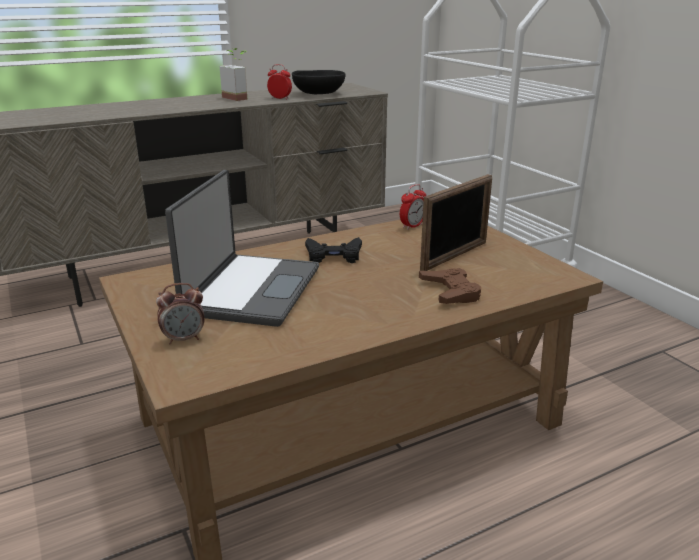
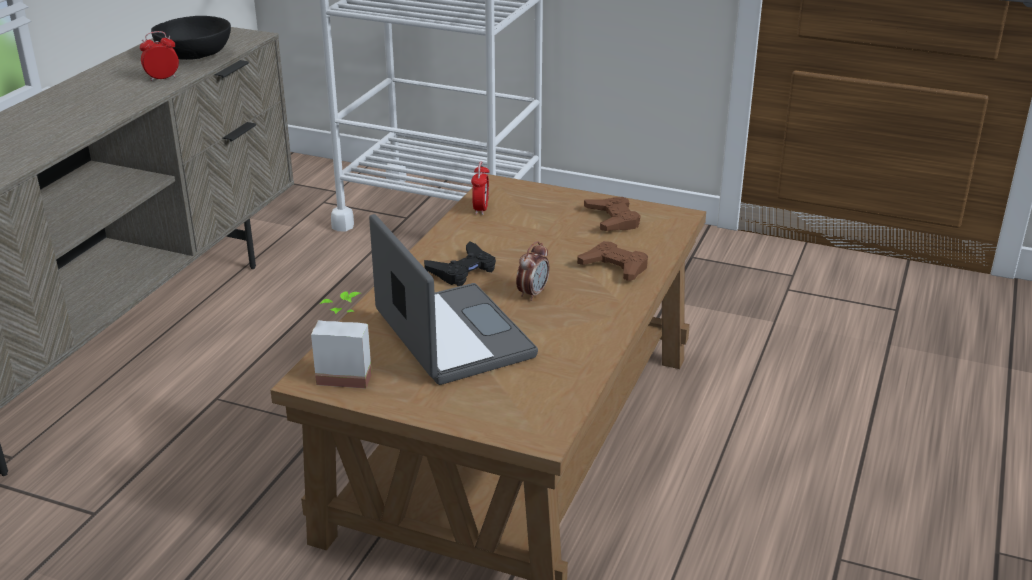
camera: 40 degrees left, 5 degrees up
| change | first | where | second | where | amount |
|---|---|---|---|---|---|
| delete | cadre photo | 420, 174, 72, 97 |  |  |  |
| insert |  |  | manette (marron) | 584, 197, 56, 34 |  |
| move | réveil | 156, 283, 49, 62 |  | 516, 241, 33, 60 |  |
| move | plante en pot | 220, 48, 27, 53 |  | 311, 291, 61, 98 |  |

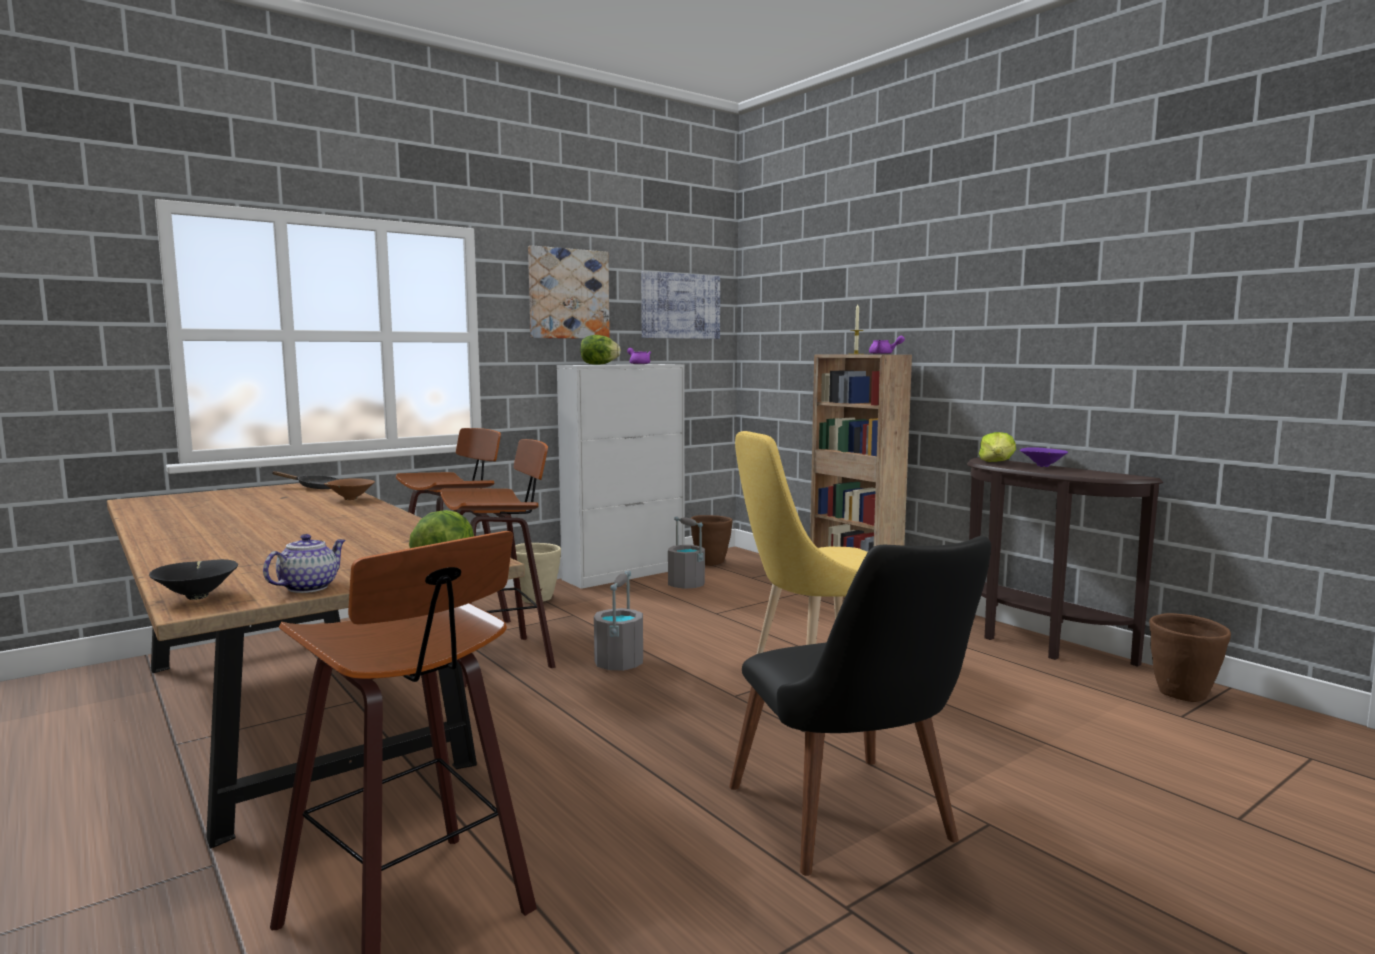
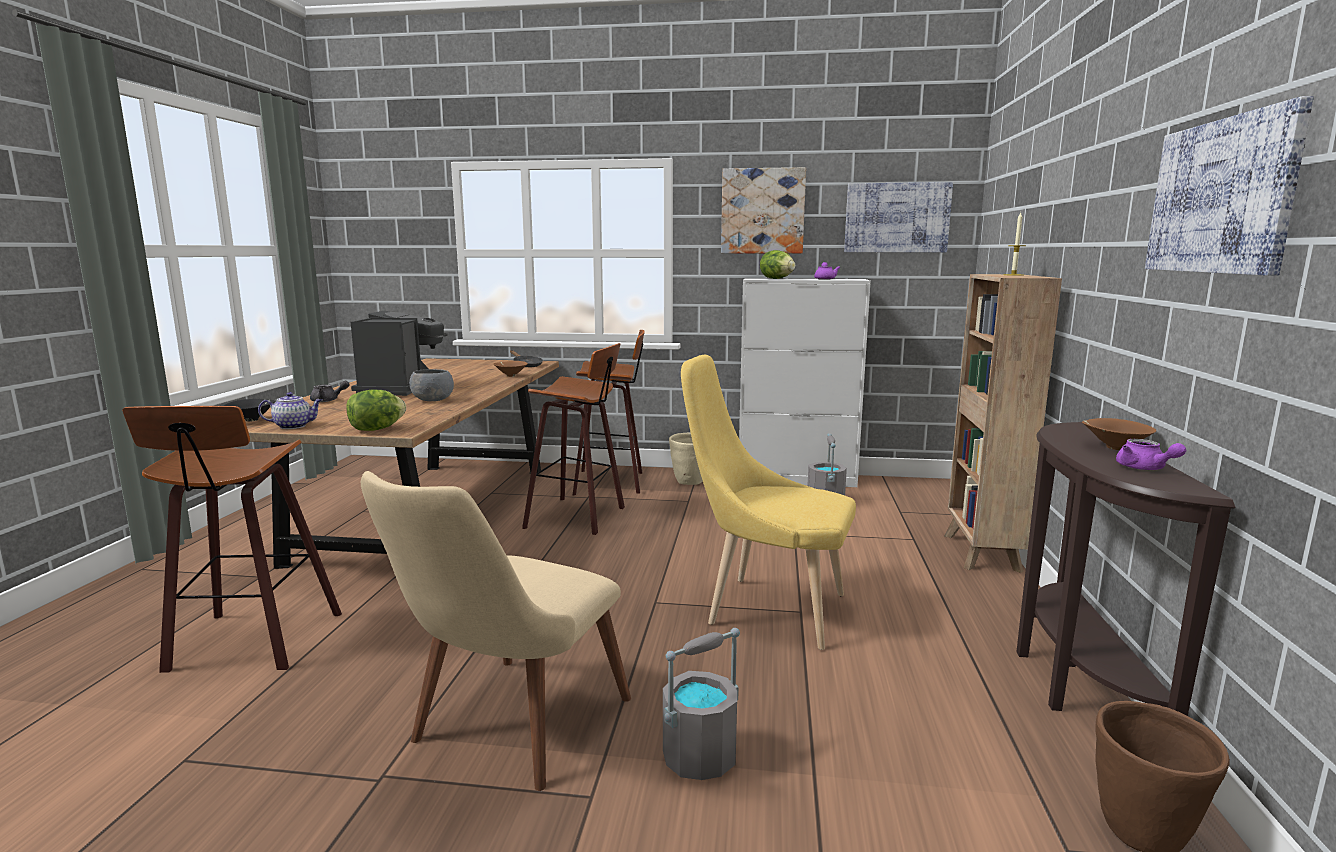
camera: 45 degrees right, 5 degrees up
| change | first | where | second | where | amount |
|---|---|---|---|---|---|
| delete | cache-pot (marron) | 691, 515, 42, 51 |  |  |  |
| delete | laitue | 979, 432, 37, 30 |  |  |  |
| insert |  |  | théière (gris) | 310, 380, 40, 22 |  |
| insert |  |  | machine à café | 351, 310, 97, 86 |  |
| insert |  |  | bol (gris) | 409, 369, 45, 32 |  |
| insert |  |  | tableau | 1145, 96, 169, 180 |  |
| move | seau (gris) | 594, 571, 49, 100 |  | 663, 628, 77, 152 |  |
| move | théière (violet) | 869, 336, 36, 18 |  | 1116, 439, 70, 31 |  |
| recolor | chaise (noir) | 729, 536, 262, 340 | chaise (beige) | 361, 471, 270, 320 |  |
| recolor | bol (violet) | 1020, 447, 48, 20 | bol (marron) | 1082, 418, 74, 32 |  |

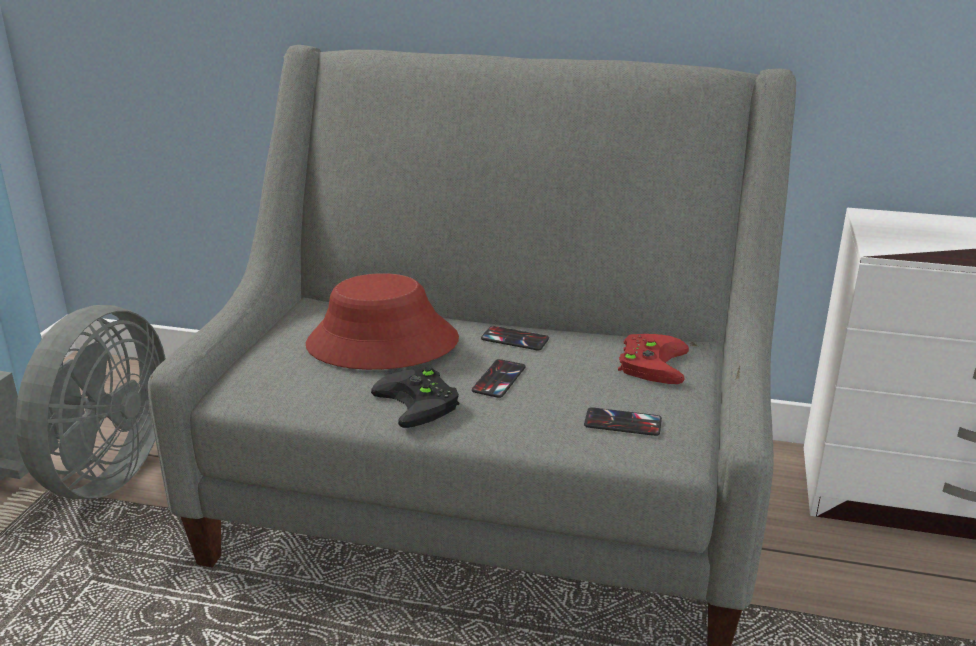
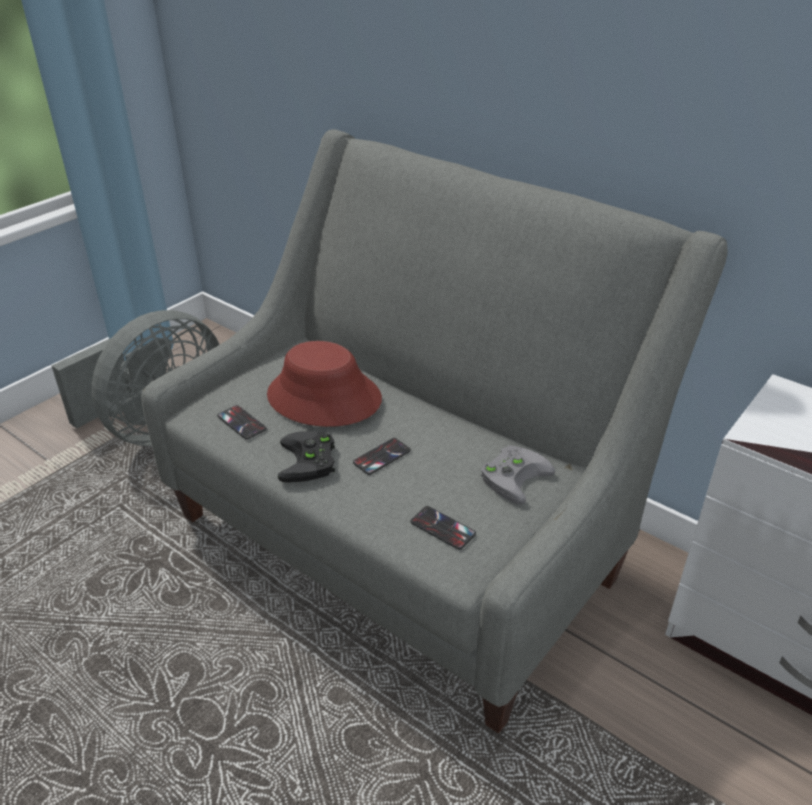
camera: 25 degrees right, 10 degrees up
| change | first | where | second | where | amount |
|---|---|---|---|---|---|
| move | téléphone | 481, 326, 68, 24 |  | 217, 405, 50, 35 |  |
| recolor | manette (rouge) | 618, 334, 71, 50 | manette (gris) | 481, 445, 74, 59 |  |

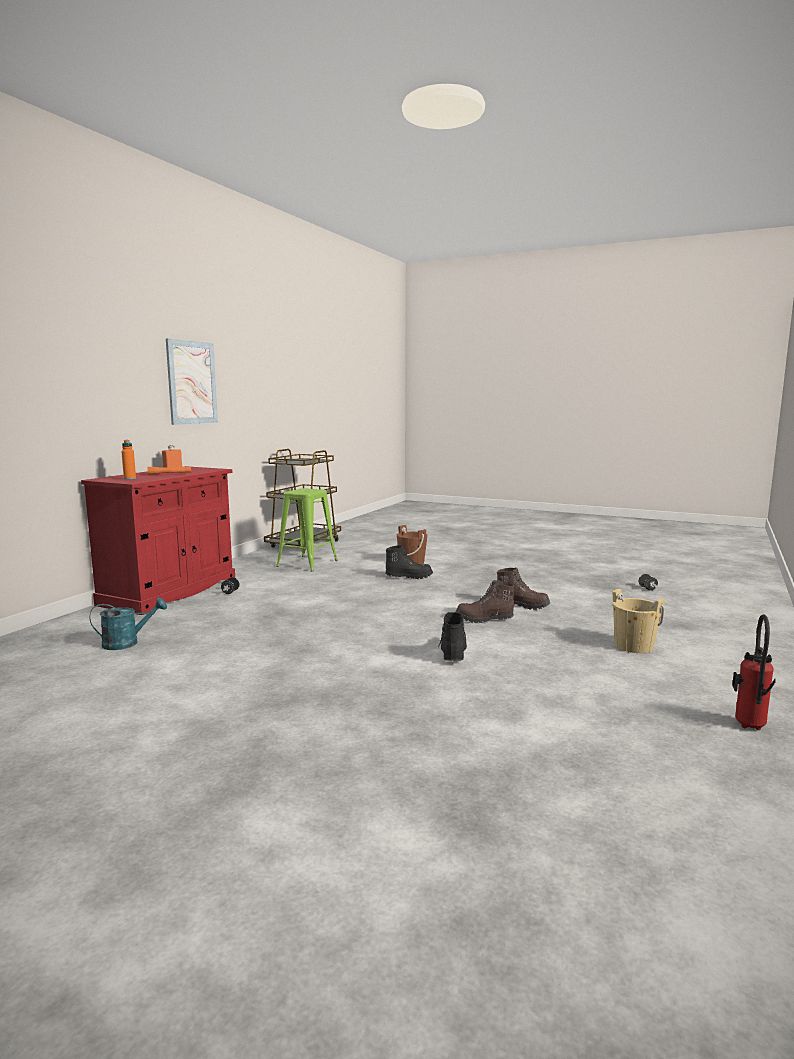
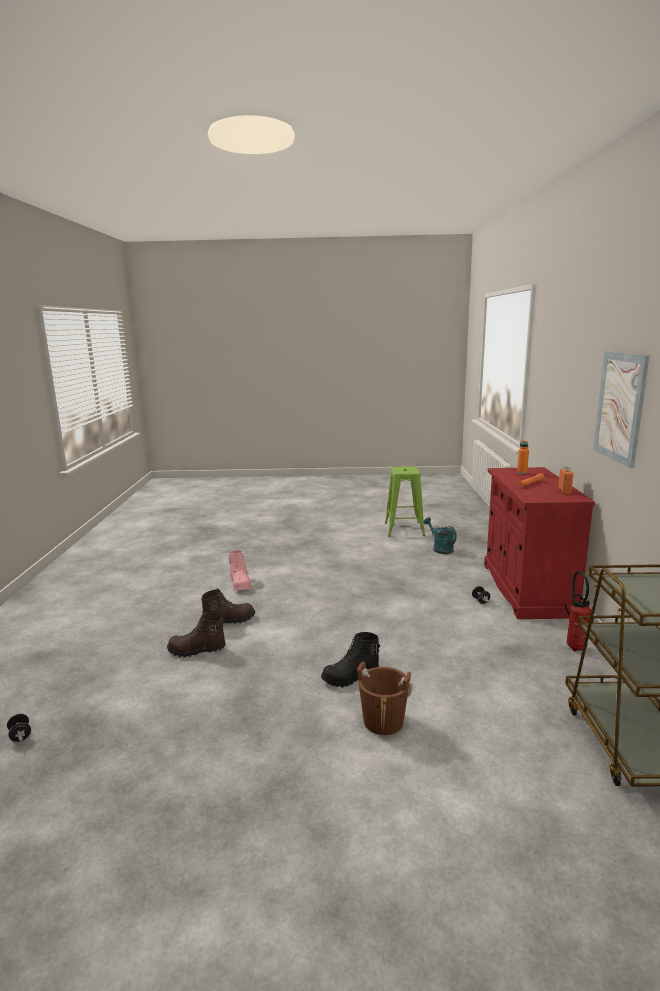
camera: 155 degrees right, 5 degrees up
| change | first | where | second | where | amount |
|---|---|---|---|---|---|
| delete | seau (beige) | 612, 589, 52, 64 |  |  |  |
| move | tabouret (vert) | 276, 488, 62, 84 |  | 385, 466, 40, 71 |  |
| move | extincteur | 732, 615, 44, 115 |  | 565, 571, 29, 81 |  |
| recolor | botte (noir) | 438, 612, 29, 49 | botte (rose) | 229, 550, 22, 41 |  |
| rotate | arrosoir (turquoise) | 90, 597, 77, 53 |  | 424, 517, 33, 37 | 105 degrees clockwise |

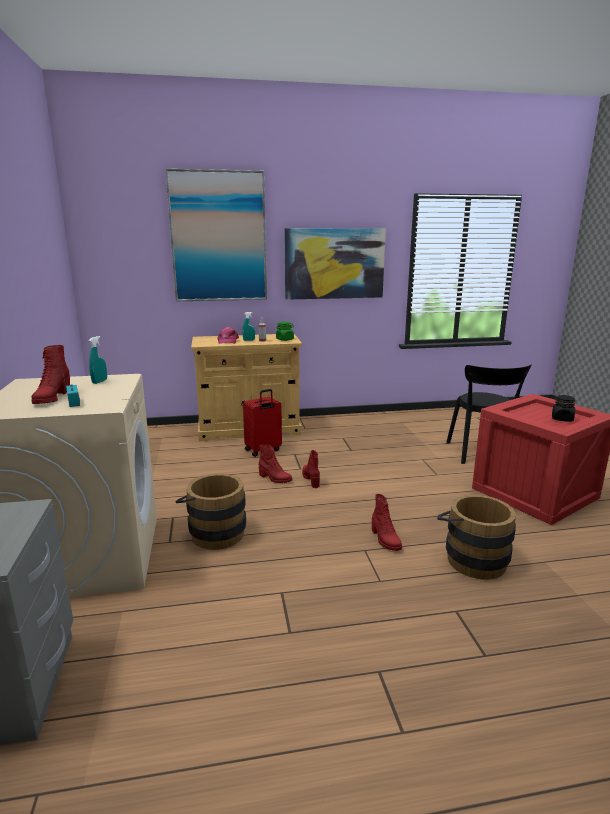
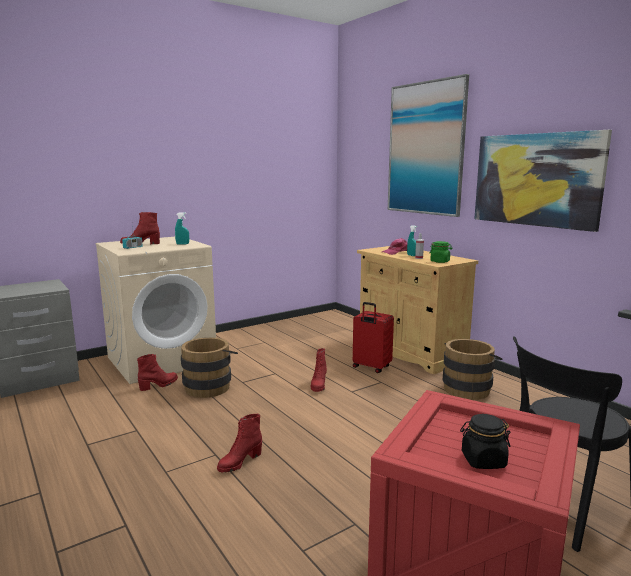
camera: 65 degrees right, 5 degrees down
| change | first | where | second | where | amount |
|---|---|---|---|---|---|
| move | botte (rouge) | 302, 450, 18, 38 |  | 137, 354, 41, 37 |  |
| move | seau (marron) | 437, 495, 79, 84 |  | 443, 339, 59, 61 |  |

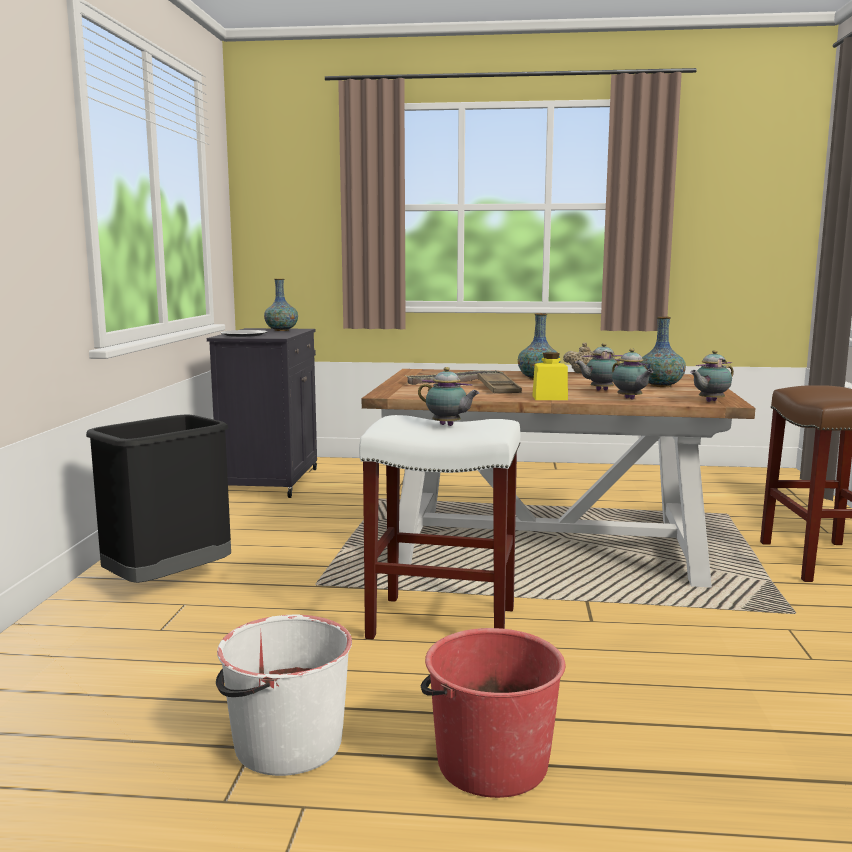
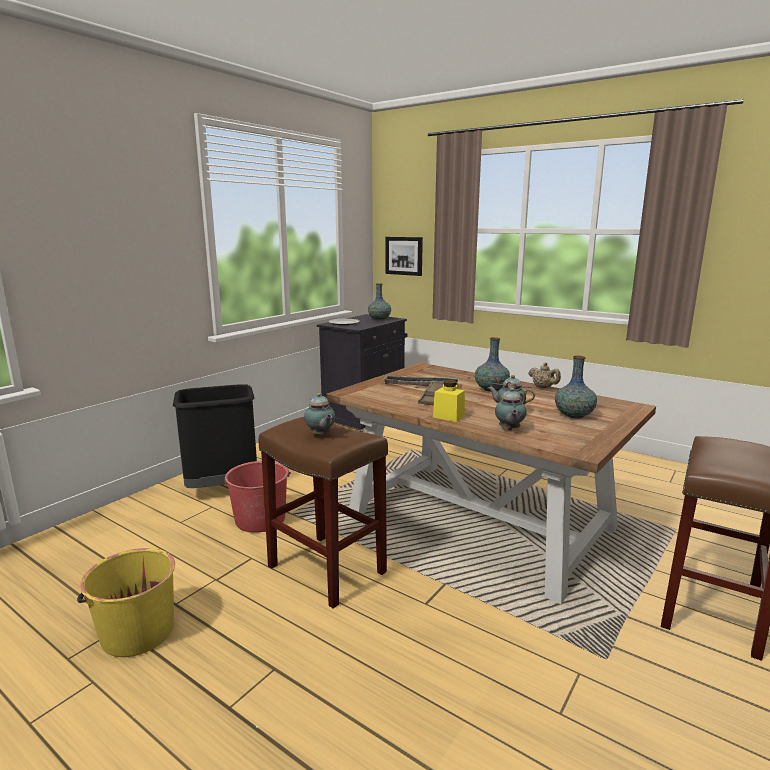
camera: 30 degrees right, 5 degrees up
| change | first | where | second | where | amount |
|---|---|---|---|---|---|
| delete | théière | 690, 350, 44, 52 |  |  |  |
| insert |  |  | tableau | 385, 237, 38, 39 |  |
| move | seau (rouge) | 421, 628, 145, 170 |  | 223, 461, 68, 72 |  |
| recolor | seau (blanc) | 216, 615, 136, 161 | seau (jaune) | 77, 548, 98, 109 |  |
| recolor | tabouret (blanc) | 359, 415, 161, 225 | tabouret (marron) | 258, 417, 130, 192 |  |

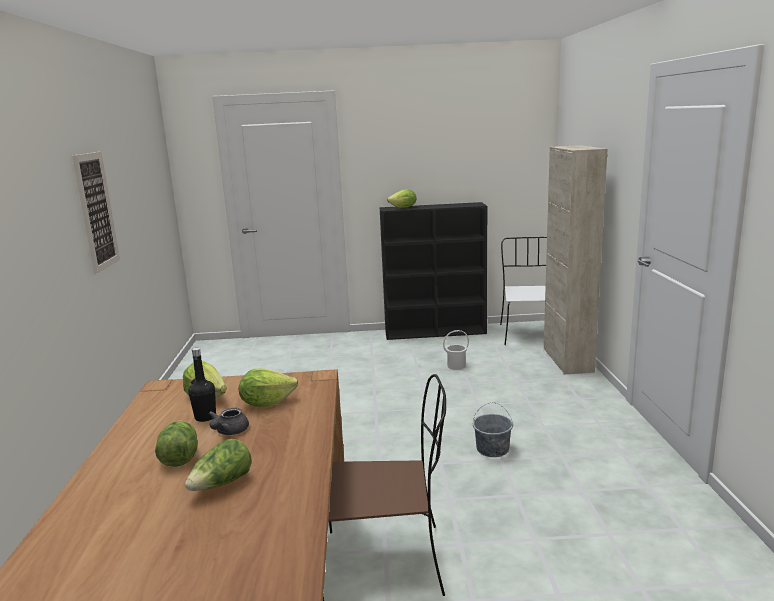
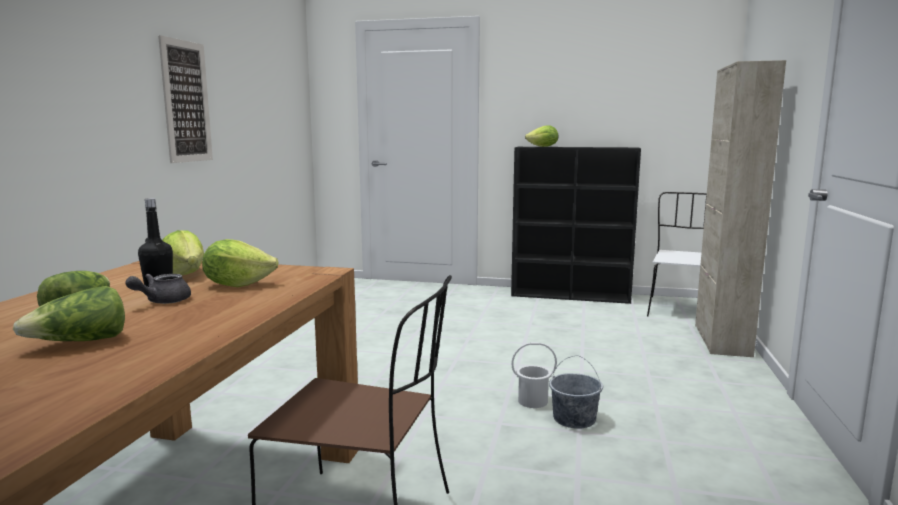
camera: 15 degrees right, 5 degrees down
| change | first | where | second | where | amount |
|---|---|---|---|---|---|
| move | seau (blanc) | 443, 330, 26, 40 |  | 511, 342, 46, 66 |  |

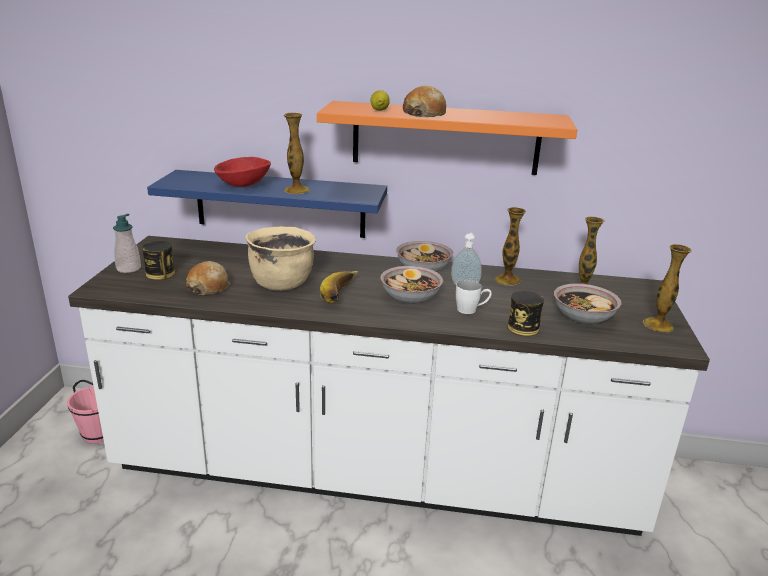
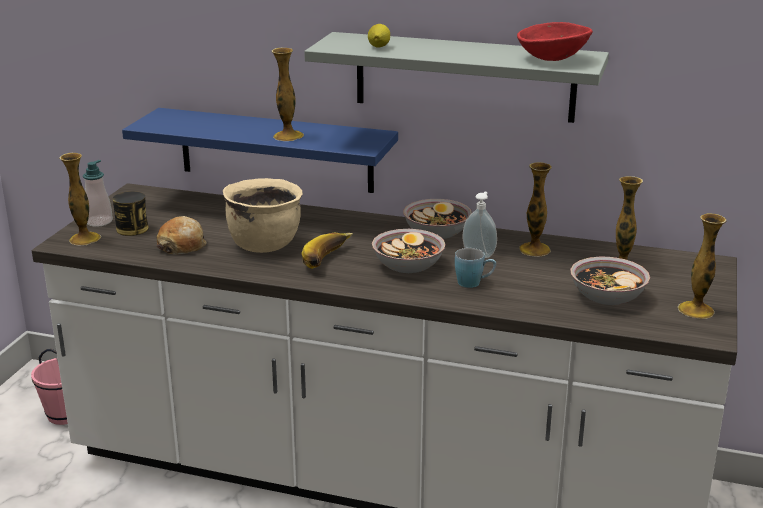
camera: 10 degrees right, 0 degrees up
| change | first | where | second | where | amount |
|---|---|---|---|---|---|
| delete | pain | 403, 86, 43, 31 |  |  |  |
| delete | boîte métallique | 507, 291, 37, 45 |  |  |  |
| insert |  |  | vase | 59, 153, 42, 92 |  |
| move | bol (rouge) | 214, 157, 57, 30 |  | 517, 22, 76, 39 |  |
| recolor | étagère (orange) | 317, 101, 260, 74 | étagère (gris) | 304, 32, 305, 91 |  |
| recolor | mug (blanc) | 456, 280, 36, 34 | mug (bleu) | 455, 248, 41, 40 |  |

